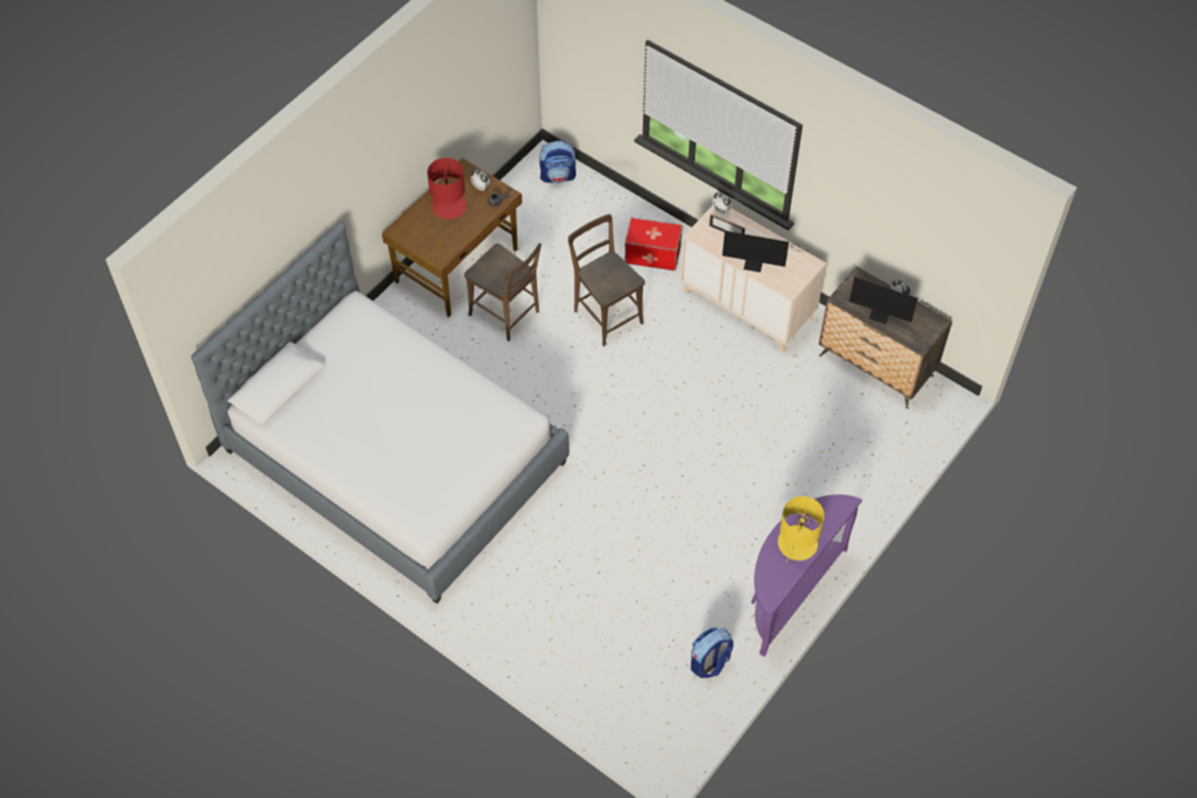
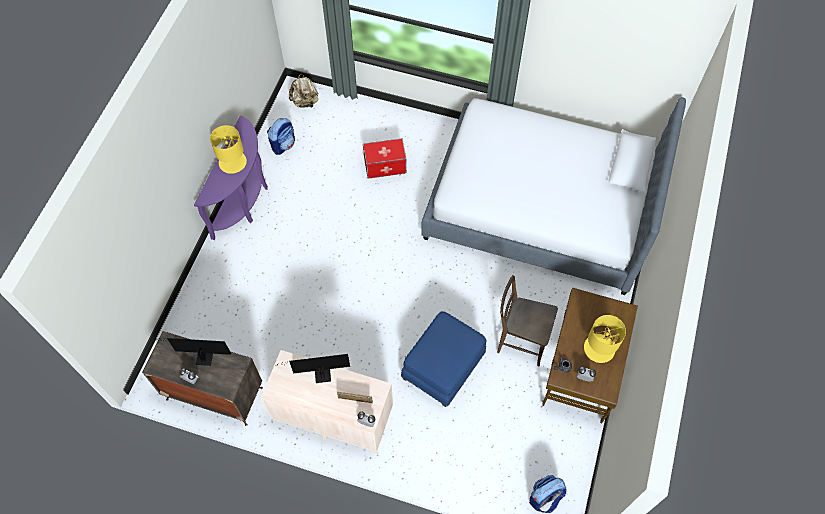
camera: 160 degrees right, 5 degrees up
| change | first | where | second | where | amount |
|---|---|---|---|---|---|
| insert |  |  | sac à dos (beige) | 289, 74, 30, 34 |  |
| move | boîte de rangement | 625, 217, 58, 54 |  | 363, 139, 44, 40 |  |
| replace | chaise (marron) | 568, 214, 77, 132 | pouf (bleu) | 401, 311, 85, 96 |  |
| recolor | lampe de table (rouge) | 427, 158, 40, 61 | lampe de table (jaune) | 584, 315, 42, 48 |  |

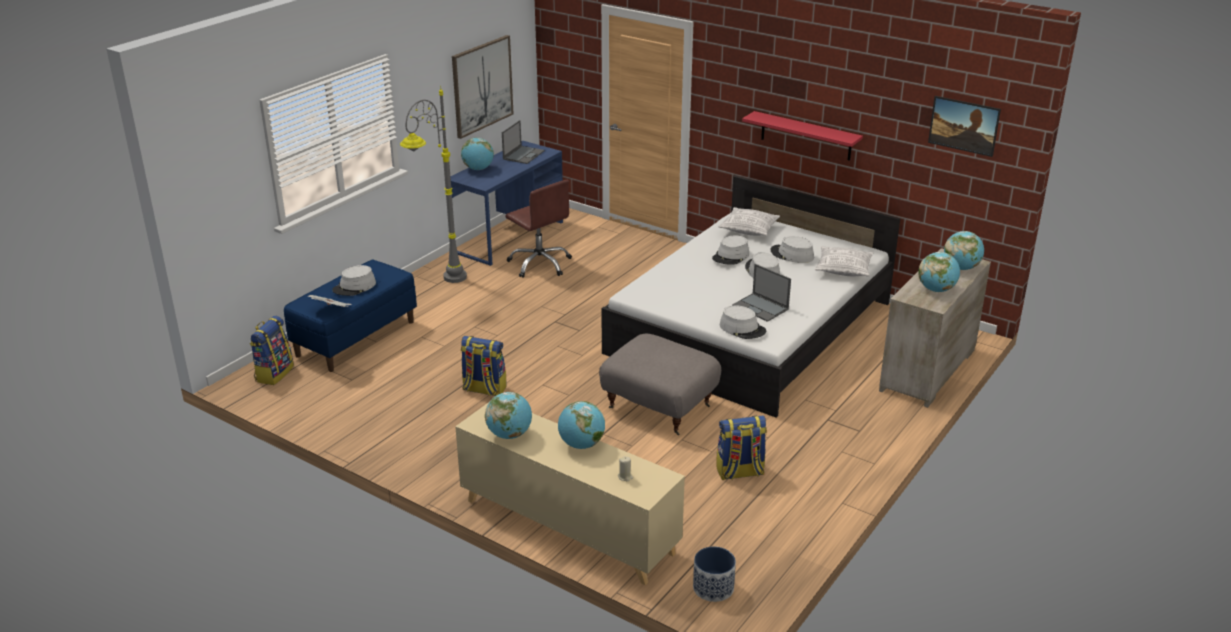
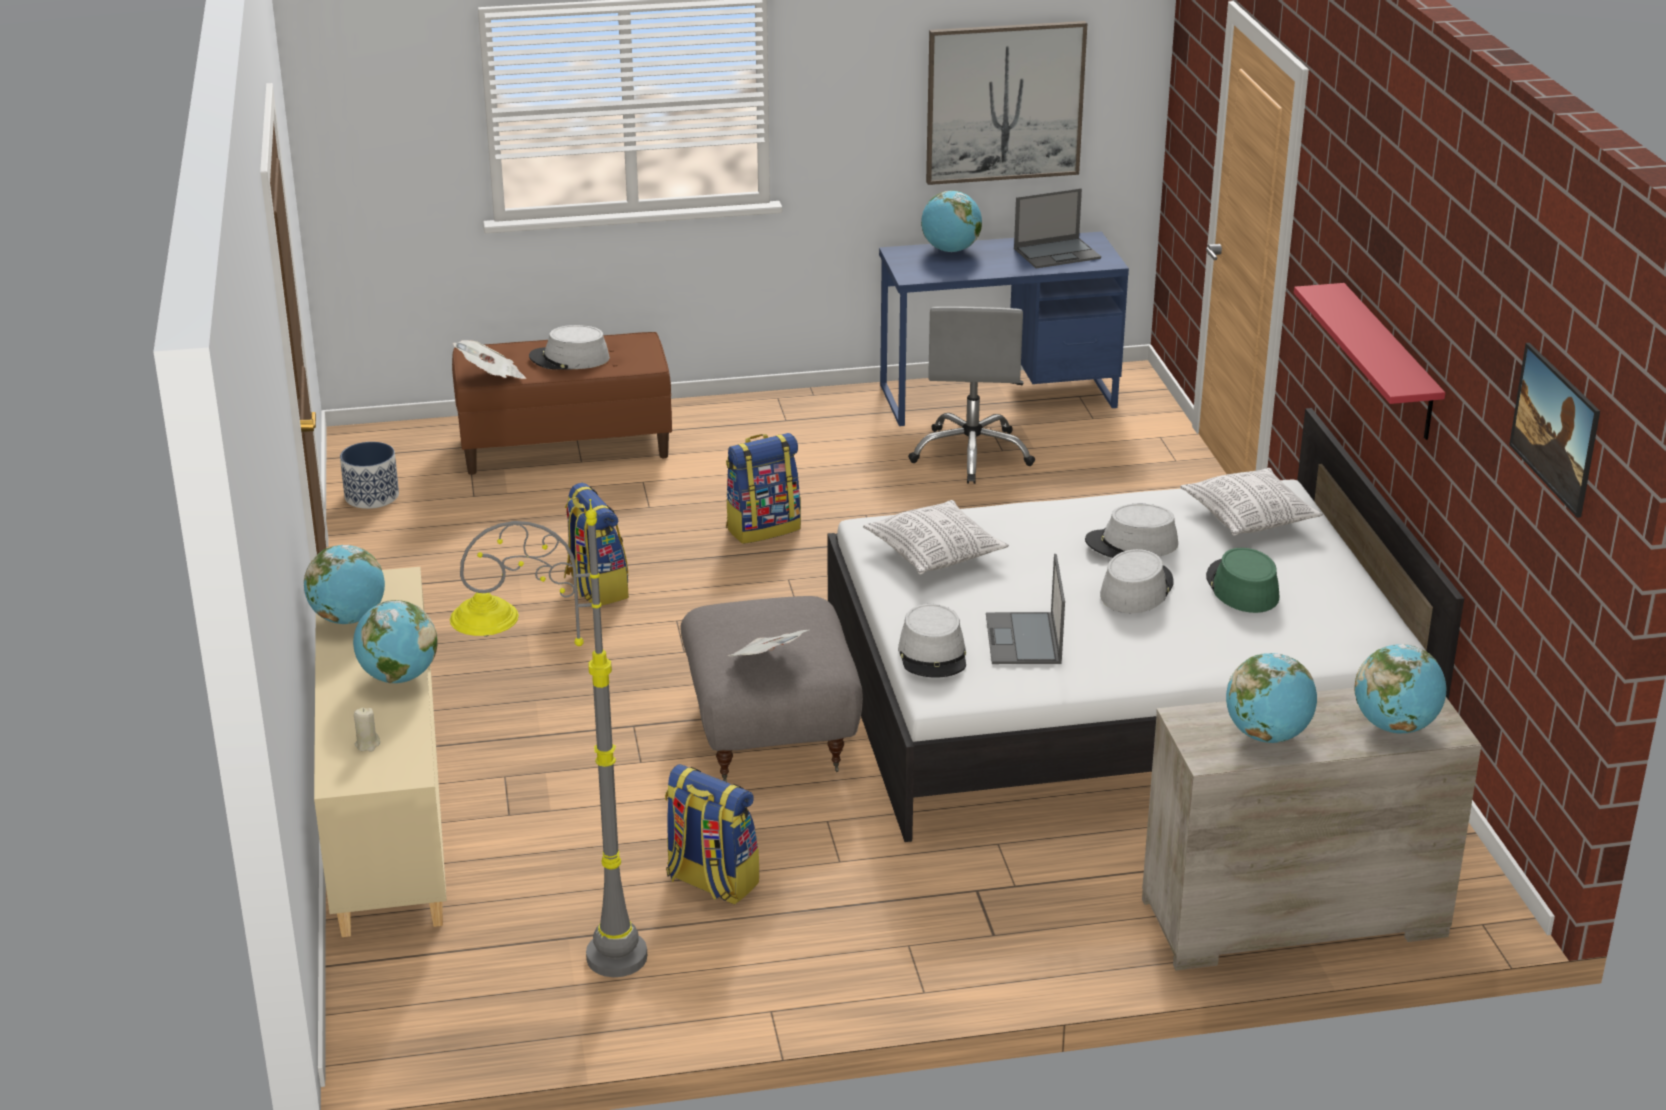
camera: 45 degrees right, 0 degrees up
| change | first | where | second | where | amount |
|---|---|---|---|---|---|
| insert |  |  | journal | 728, 630, 80, 26 |  |
| move | sac à dos | 249, 316, 45, 69 |  | 726, 433, 75, 111 |  |
| move | lampadaire (gris) | 400, 85, 67, 198 |  | 450, 499, 197, 478 |  |
| move | cache-pot | 693, 546, 43, 56 |  | 340, 442, 59, 67 |  |
| move | coussin | 815, 246, 58, 31 |  | 863, 500, 146, 74 |  |
| recolor | banc (bleu) | 284, 260, 133, 112 | banc (marron) | 452, 332, 220, 143 |  |
| recolor | chaise de bureau (marron) | 505, 180, 67, 98 | chaise de bureau (gris) | 908, 306, 127, 178 |  |
| recolor | chapeau (gris) | 771, 236, 43, 27 | chapeau (vert) | 1206, 548, 73, 65 |  |

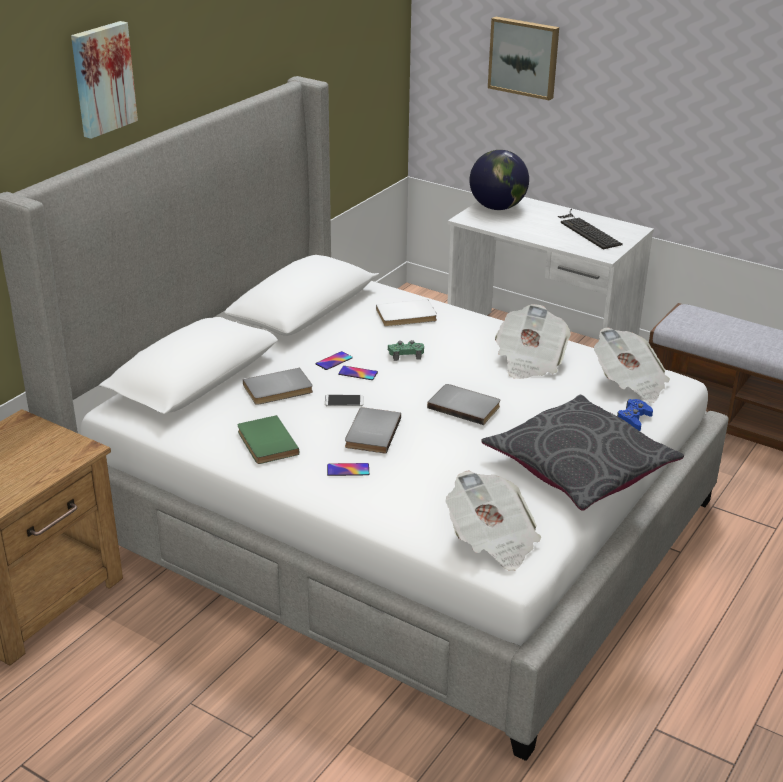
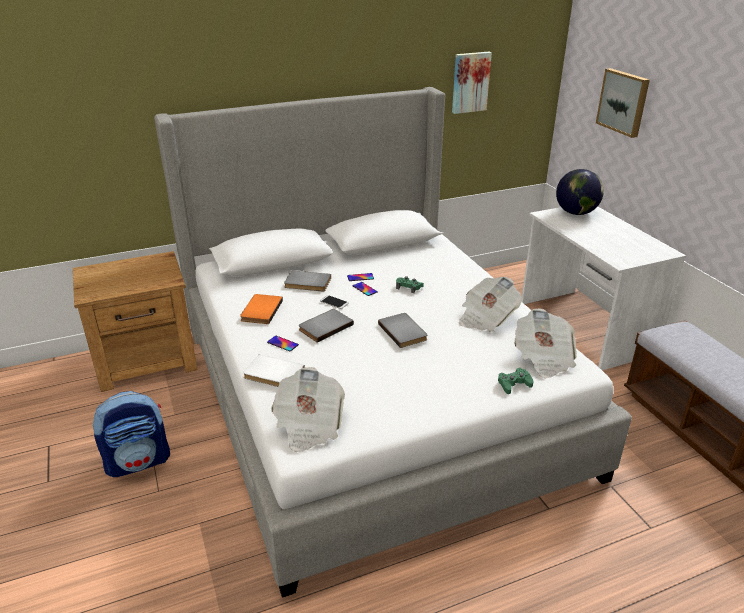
camera: 35 degrees right, 0 degrees up
| change | first | where | second | where | amount |
|---|---|---|---|---|---|
| delete | coussin (gris) | 481, 395, 203, 116 |  |  |  |
| delete | clavier | 558, 209, 65, 40 |  |  |  |
| insert |  |  | sac à dos | 93, 391, 77, 86 |  |
| move | tableau | 71, 21, 67, 118 |  | 452, 52, 40, 62 |  |
| move | livre (blanc) | 376, 299, 61, 28 |  | 243, 354, 62, 33 |  |
| recolor | livre (vert) | 238, 415, 61, 49 | livre (orange) | 240, 294, 43, 30 |  |
| recolor | manette (bleu) | 617, 399, 36, 32 | manette (vert) | 498, 368, 35, 26 |  |

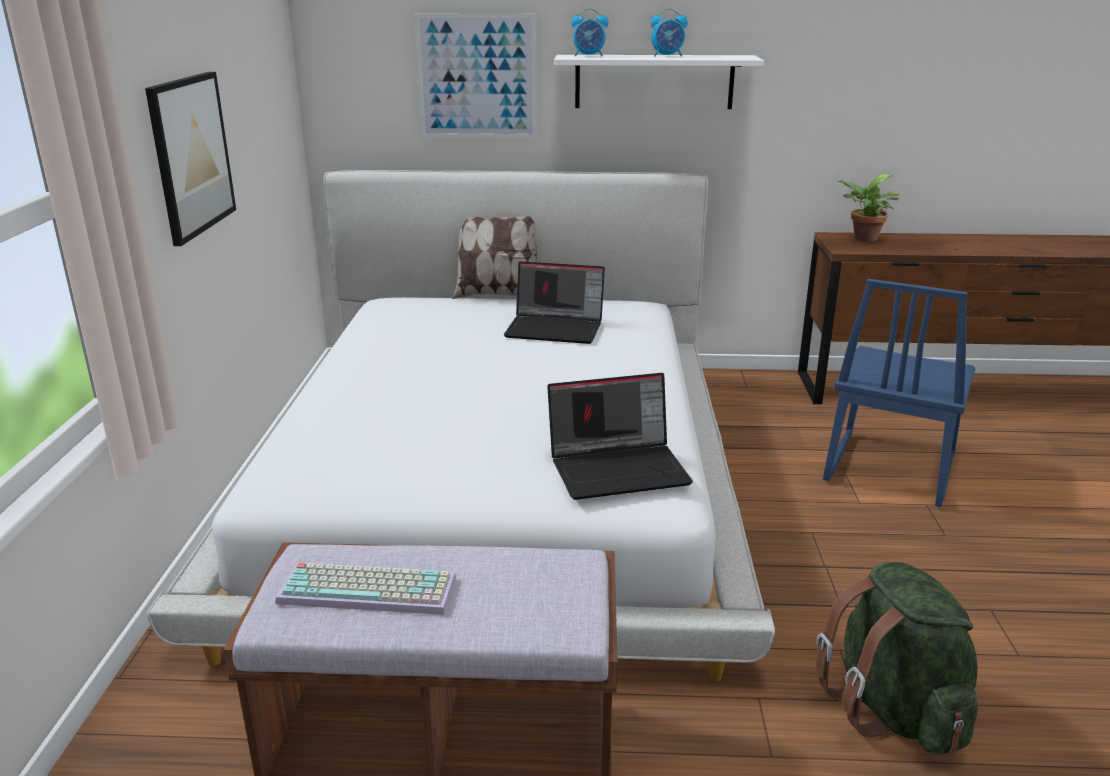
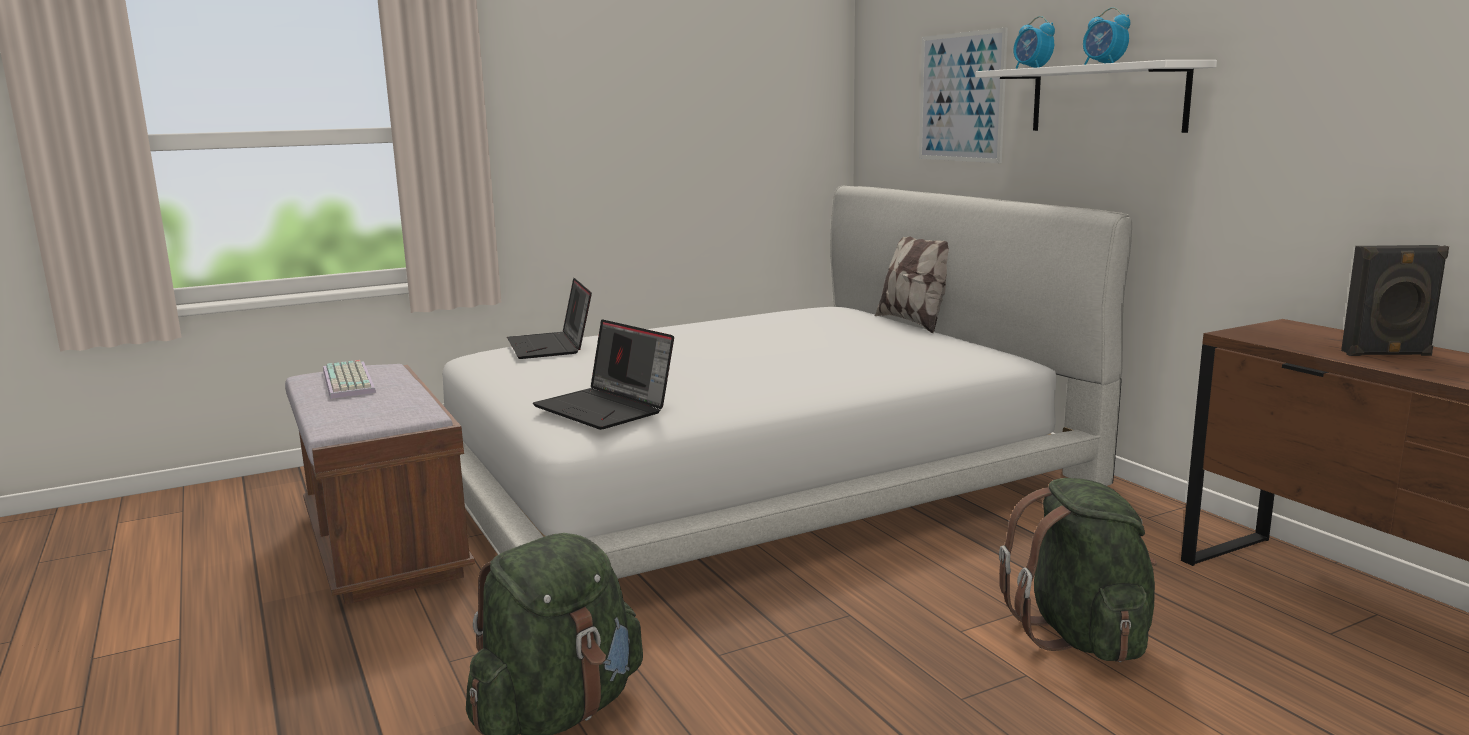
camera: 60 degrees right, 10 degrees down
| change | first | where | second | where | amount |
|---|---|---|---|---|---|
| delete | tableau | 145, 72, 91, 174 |  |  |  |
| delete | plante en pot | 837, 174, 62, 68 |  |  |  |
| insert |  |  | enceinte (noir) | 1341, 245, 108, 111 |  |
| move | ordinateur portable | 504, 261, 101, 83 |  | 507, 278, 85, 81 |  |
| replace | chaise (bleu) | 823, 279, 152, 228 | sac à dos (vert) | 999, 478, 158, 184 |  |

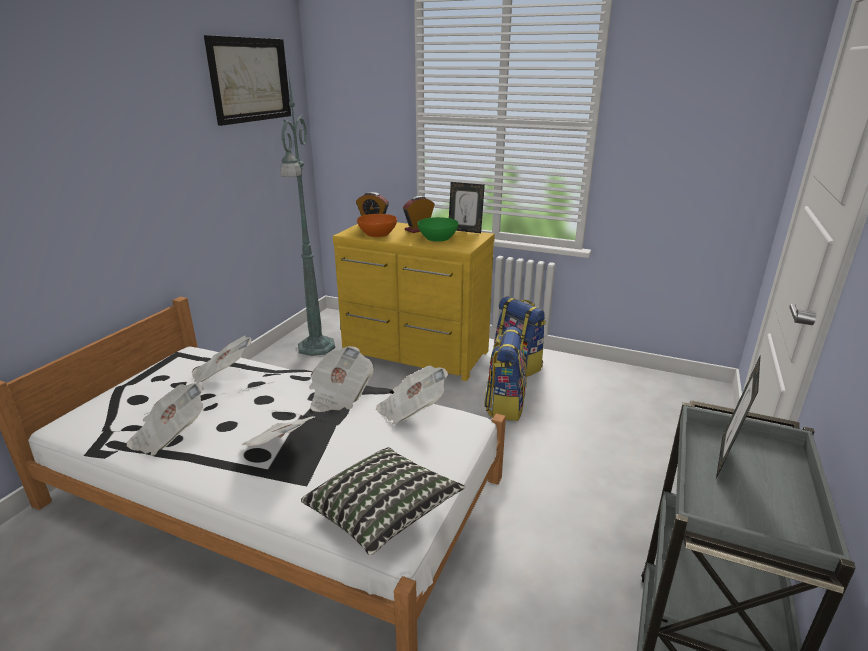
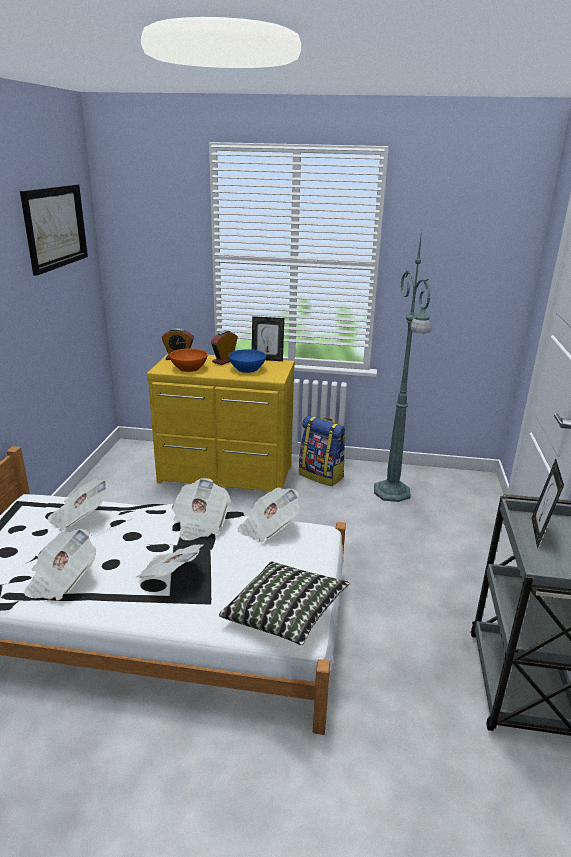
camera: 15 degrees left, 0 degrees up
| change | first | where | second | where | amount |
|---|---|---|---|---|---|
| delete | sac à dos | 484, 327, 43, 94 |  |  |  |
| move | lampadaire (vert) | 280, 70, 55, 286 |  | 374, 230, 57, 272 |  |
| recolor | bol (vert) | 418, 217, 41, 25 | bol (bleu) | 229, 349, 37, 24 |  |

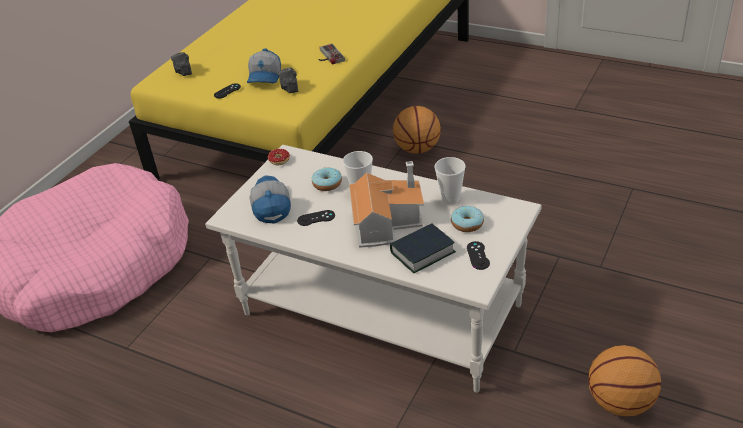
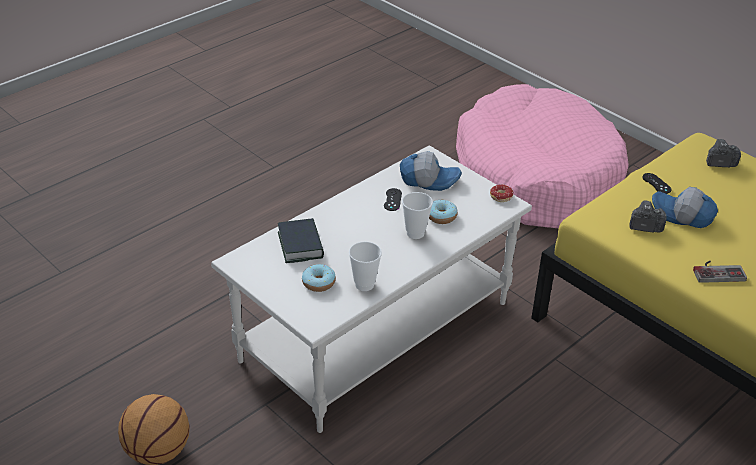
camera: 105 degrees right, 0 degrees up
| change | first | where | second | where | amount |
|---|---|---|---|---|---|
| delete | maison miniature | 349, 161, 75, 87 |  |  |  |
| delete | ballon de basket | 393, 106, 48, 48 |  |  |  |
| delete | manette (noir) | 467, 241, 23, 29 |  |  |  |

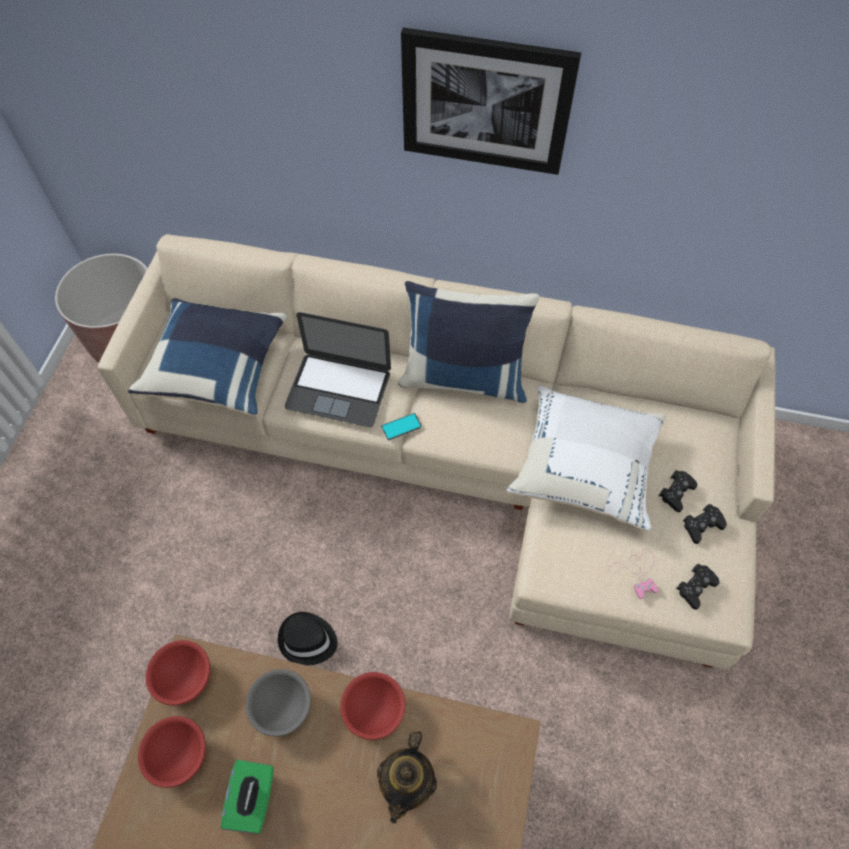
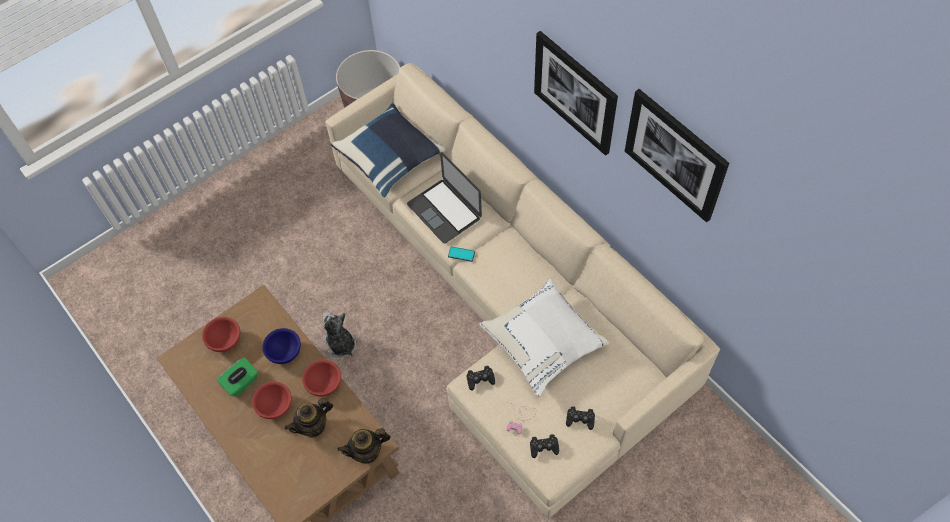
camera: 40 degrees right, 0 degrees up
| change | first | where | second | where | amount |
|---|---|---|---|---|---|
| delete | coussin (bleu) | 398, 280, 142, 123 |  |  |  |
| insert |  |  | théière | 337, 428, 54, 36 |  |
| insert |  |  | tableau | 625, 89, 104, 133 |  |
| move | bol (rouge) | 146, 640, 64, 66 |  | 252, 381, 40, 38 |  |
| move | manette (noir) | 659, 470, 38, 43 |  | 467, 366, 28, 25 |  |
| replace | chapeau (noir) | 278, 612, 60, 53 | peluche | 322, 311, 34, 47 |  |
| recolor | bol (gris) | 246, 669, 65, 68 | bol (bleu) | 262, 328, 39, 36 |  |

